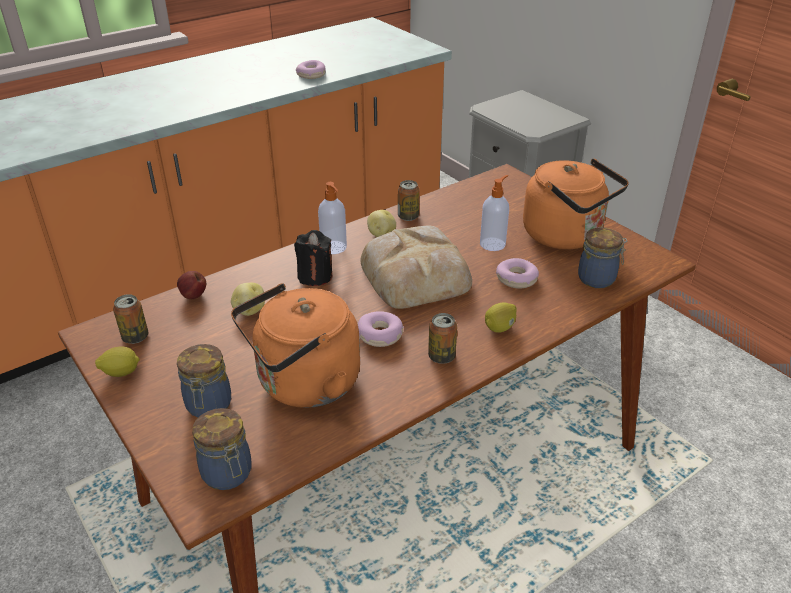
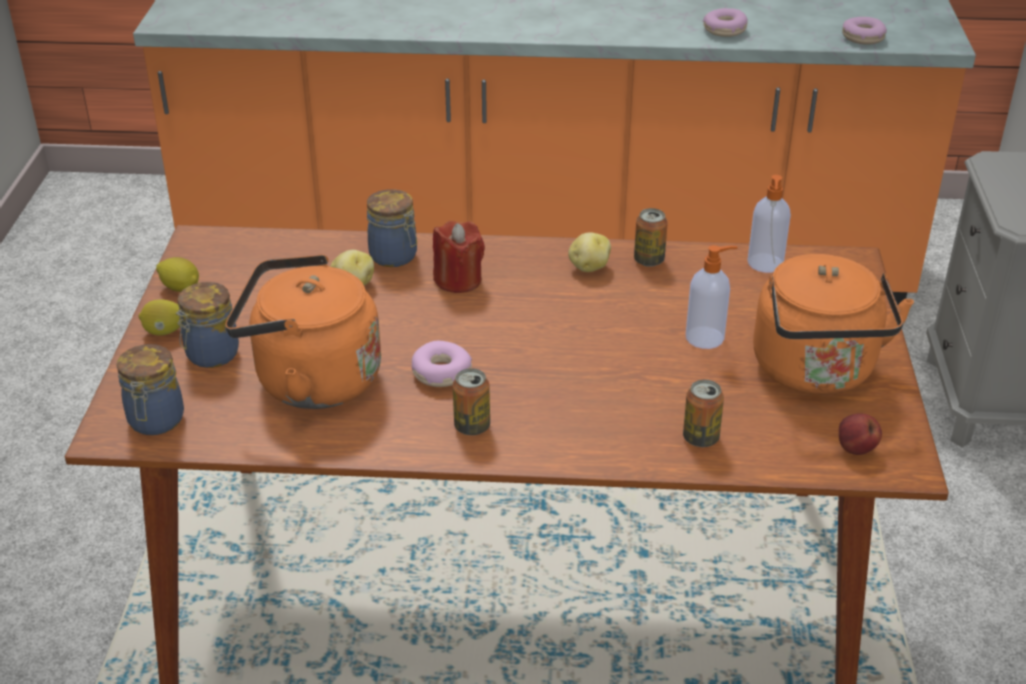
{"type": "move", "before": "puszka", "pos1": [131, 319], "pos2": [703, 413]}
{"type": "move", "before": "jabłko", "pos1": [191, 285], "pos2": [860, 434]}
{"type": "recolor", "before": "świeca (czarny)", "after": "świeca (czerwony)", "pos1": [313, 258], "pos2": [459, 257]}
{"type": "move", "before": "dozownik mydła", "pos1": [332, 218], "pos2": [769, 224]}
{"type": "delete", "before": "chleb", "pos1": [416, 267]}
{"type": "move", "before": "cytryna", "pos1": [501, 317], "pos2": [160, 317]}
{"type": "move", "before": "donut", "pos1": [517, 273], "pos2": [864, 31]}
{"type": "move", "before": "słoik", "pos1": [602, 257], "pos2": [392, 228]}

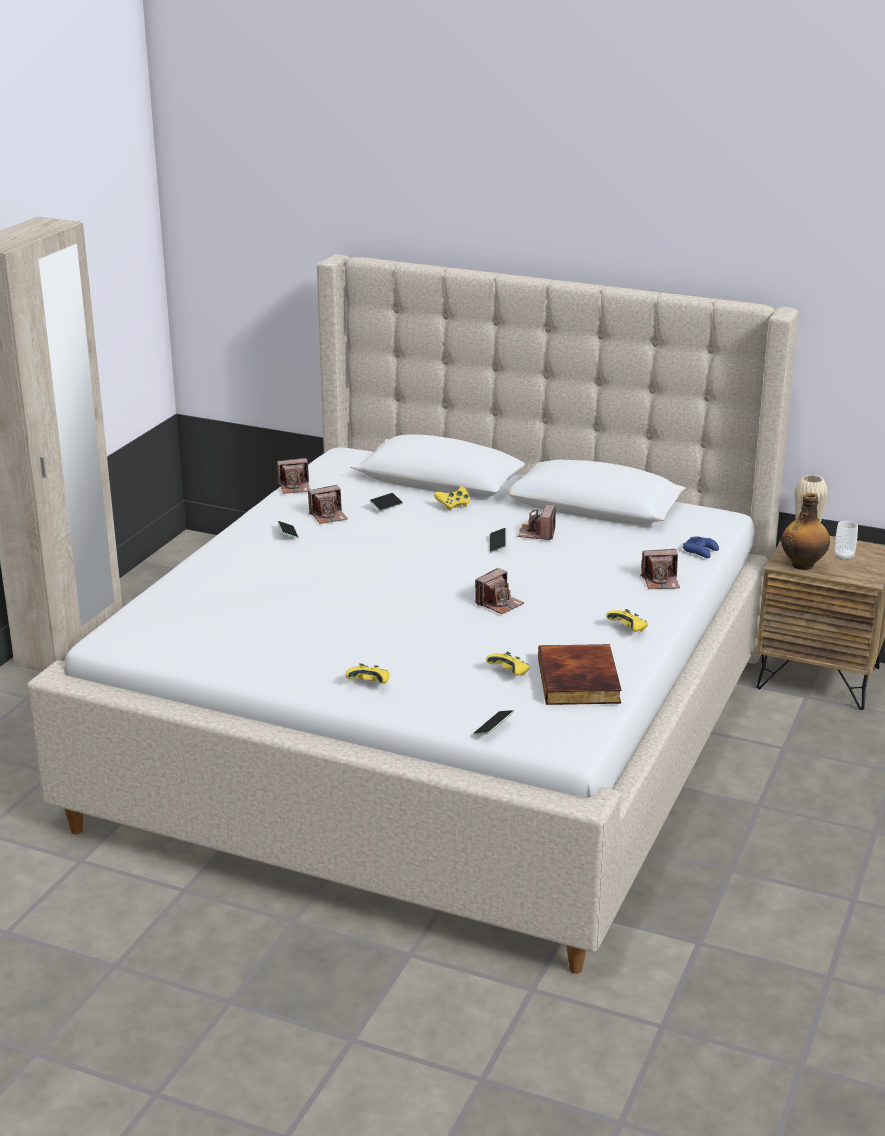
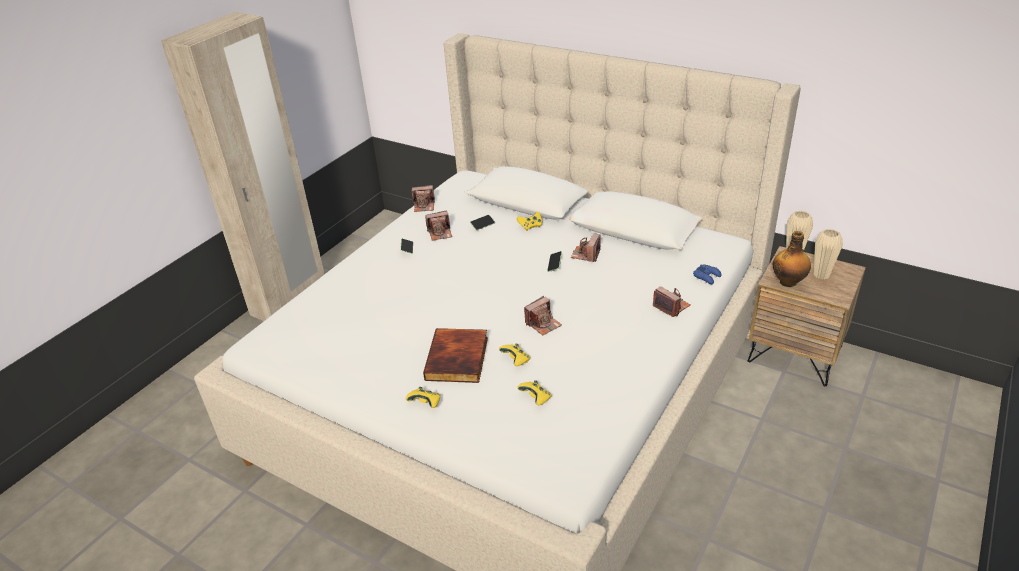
{"type": "delete", "before": "telefon", "pos1": [493, 722]}
{"type": "move", "before": "książka", "pos1": [580, 674], "pos2": [455, 355]}
{"type": "move", "before": "pad do gier (żółty)", "pos1": [627, 620], "pos2": [514, 355]}
{"type": "rotate", "before": "aparat fotograficzny", "pos1": [660, 569], "pos2": [671, 301], "turn": -135}
{"type": "replace", "before": "filiżanka", "after": "wazon (beżowy)", "pos1": [846, 540], "pos2": [828, 254]}

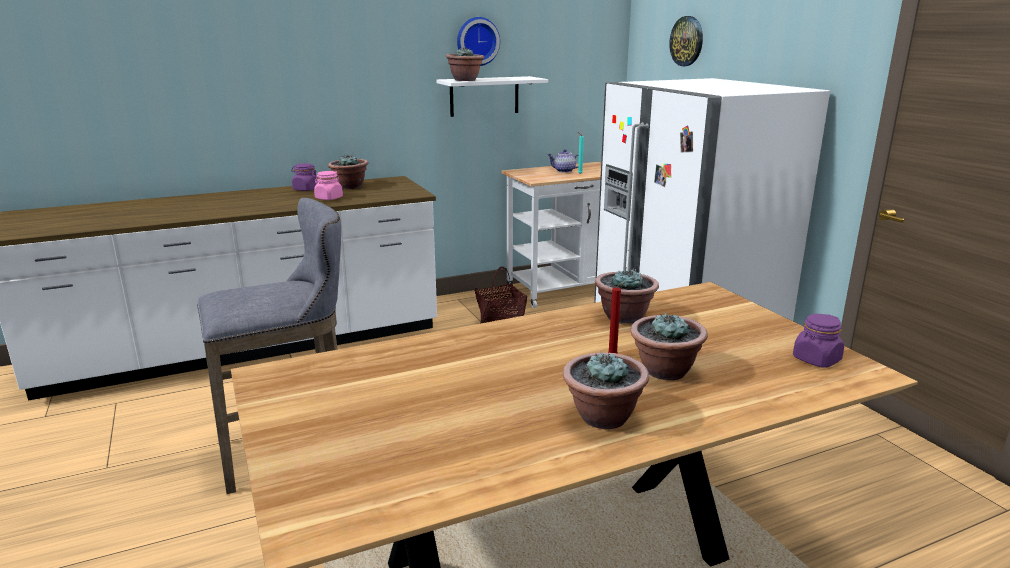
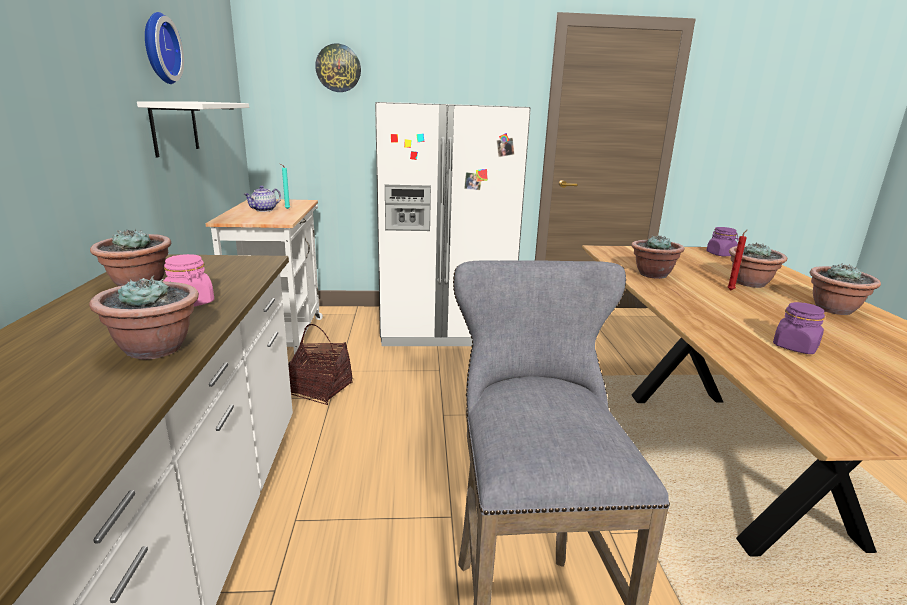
{"type": "move", "before": "słoik (fioletowy)", "pos1": [304, 177], "pos2": [799, 328]}
{"type": "move", "before": "roślina doniczkowa", "pos1": [465, 64], "pos2": [144, 317]}

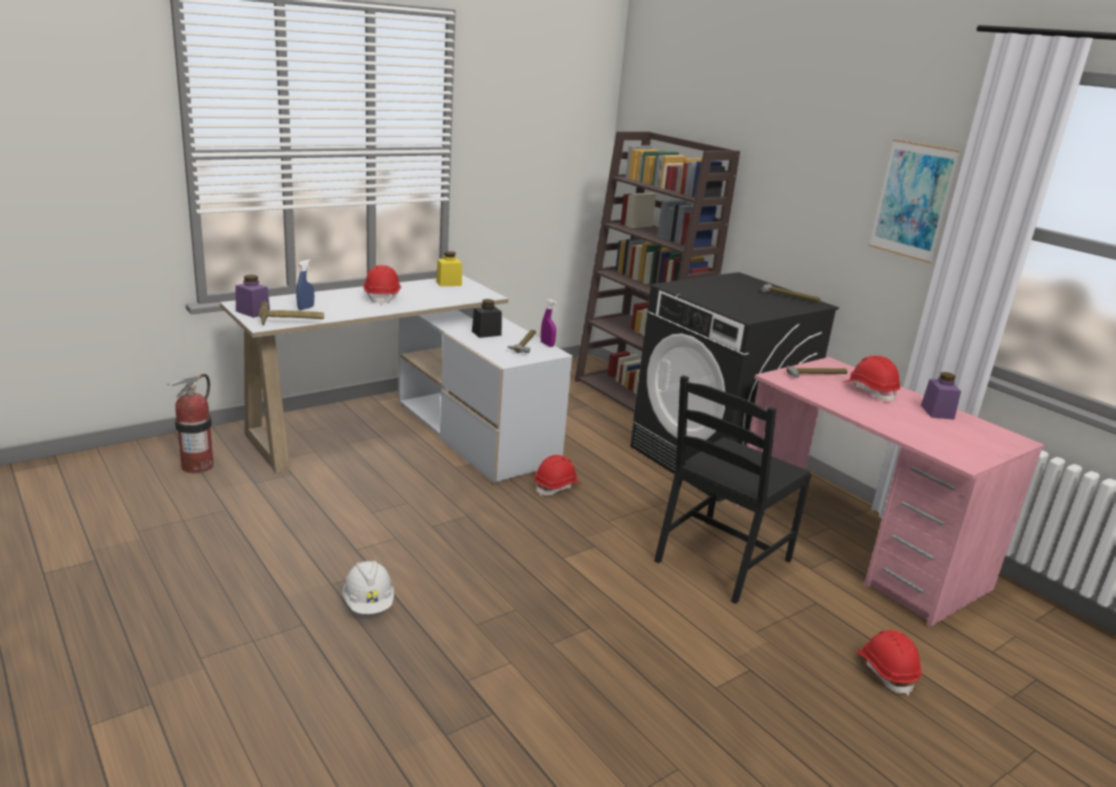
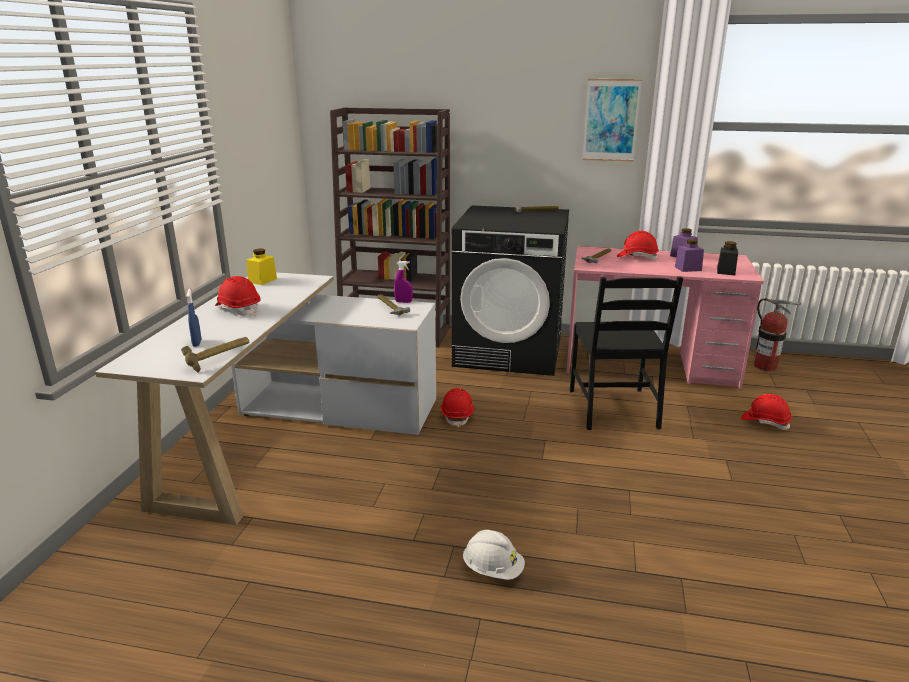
{"type": "move", "before": "gaśnica", "pos1": [190, 423], "pos2": [777, 335]}
{"type": "move", "before": "słoik (fioletowy)", "pos1": [252, 296], "pos2": [689, 255]}
{"type": "move", "before": "słoik (czarny)", "pos1": [487, 318], "pos2": [727, 258]}

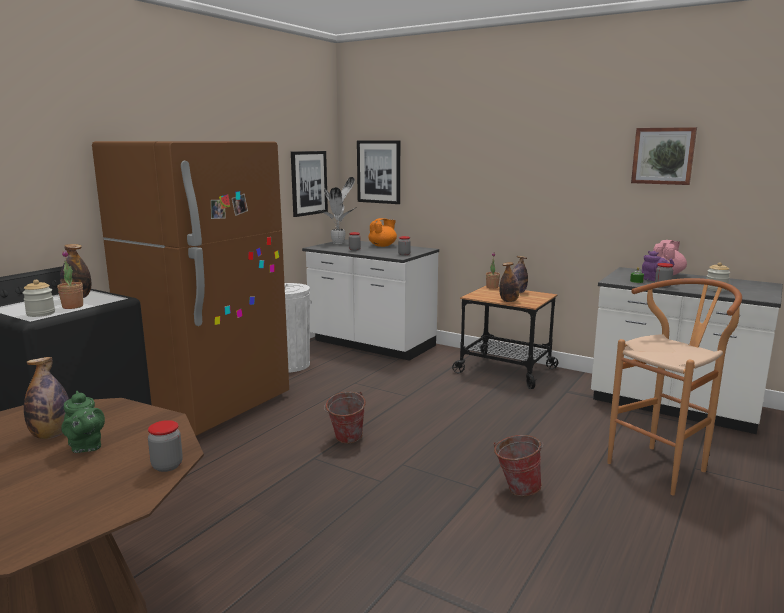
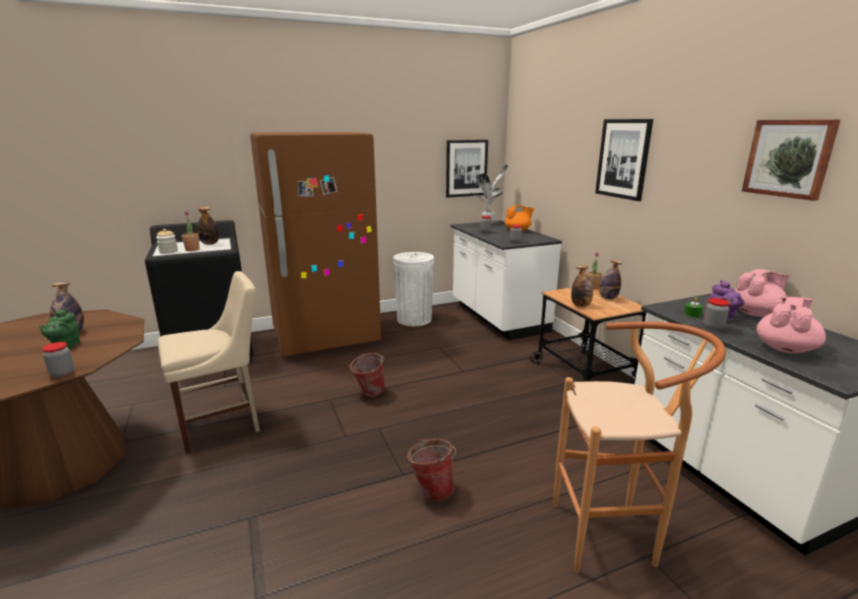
{"type": "move", "before": "obraz", "pos1": [378, 172], "pos2": [624, 160]}
{"type": "replace", "before": "słoik", "after": "imbryk (różowy)", "pos1": [718, 277], "pos2": [791, 325]}
{"type": "insert", "after": "krzesło (beżowy)", "pos2": [208, 362]}

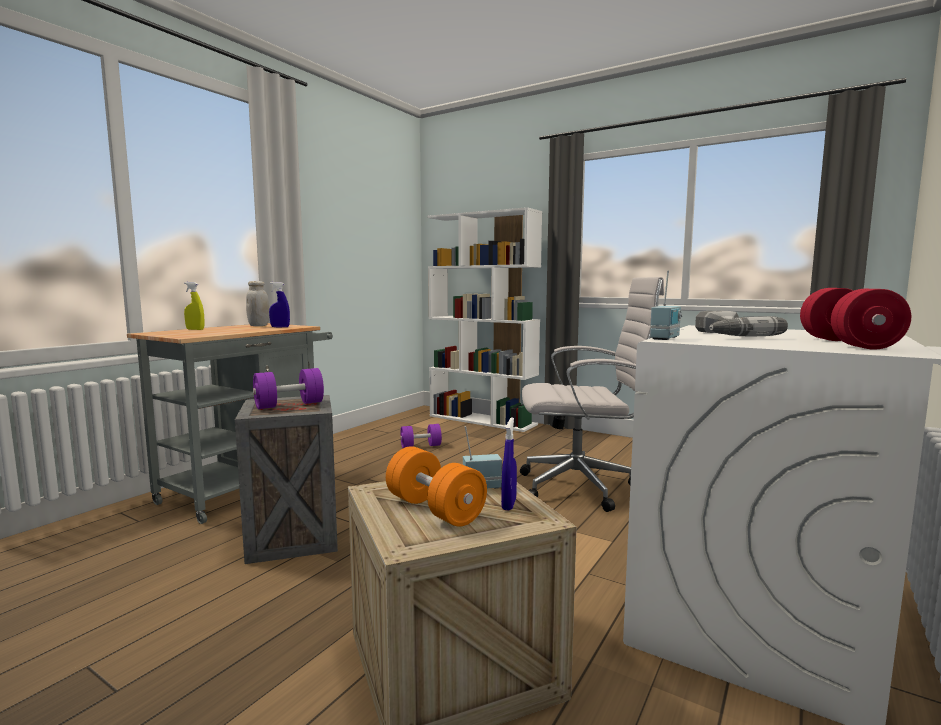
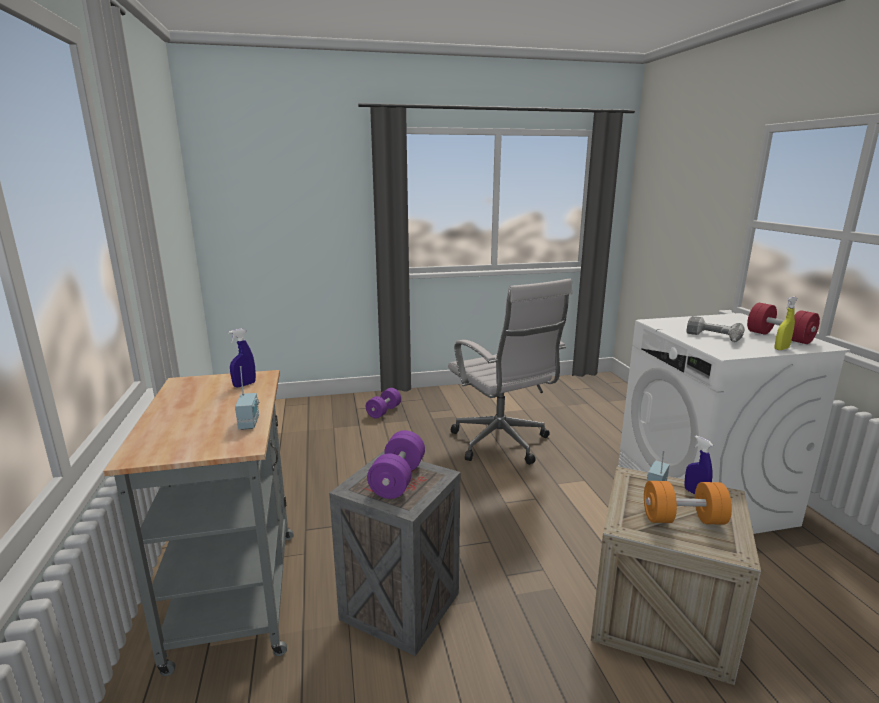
{"type": "move", "before": "spryskiwacz (żółty)", "pos1": [194, 306], "pos2": [786, 323]}
{"type": "delete", "before": "słoik (biały)", "pos1": [258, 303]}
{"type": "move", "before": "hantel (fioletowy)", "pos1": [421, 436], "pos2": [383, 403]}
{"type": "delete", "before": "regał (biały)", "pos1": [484, 319]}
{"type": "rotate", "before": "krzesło biurowe (biały)", "pos1": [592, 394], "pos2": [510, 372], "turn": 105}
{"type": "move", "before": "radio", "pos1": [666, 305], "pos2": [247, 398]}

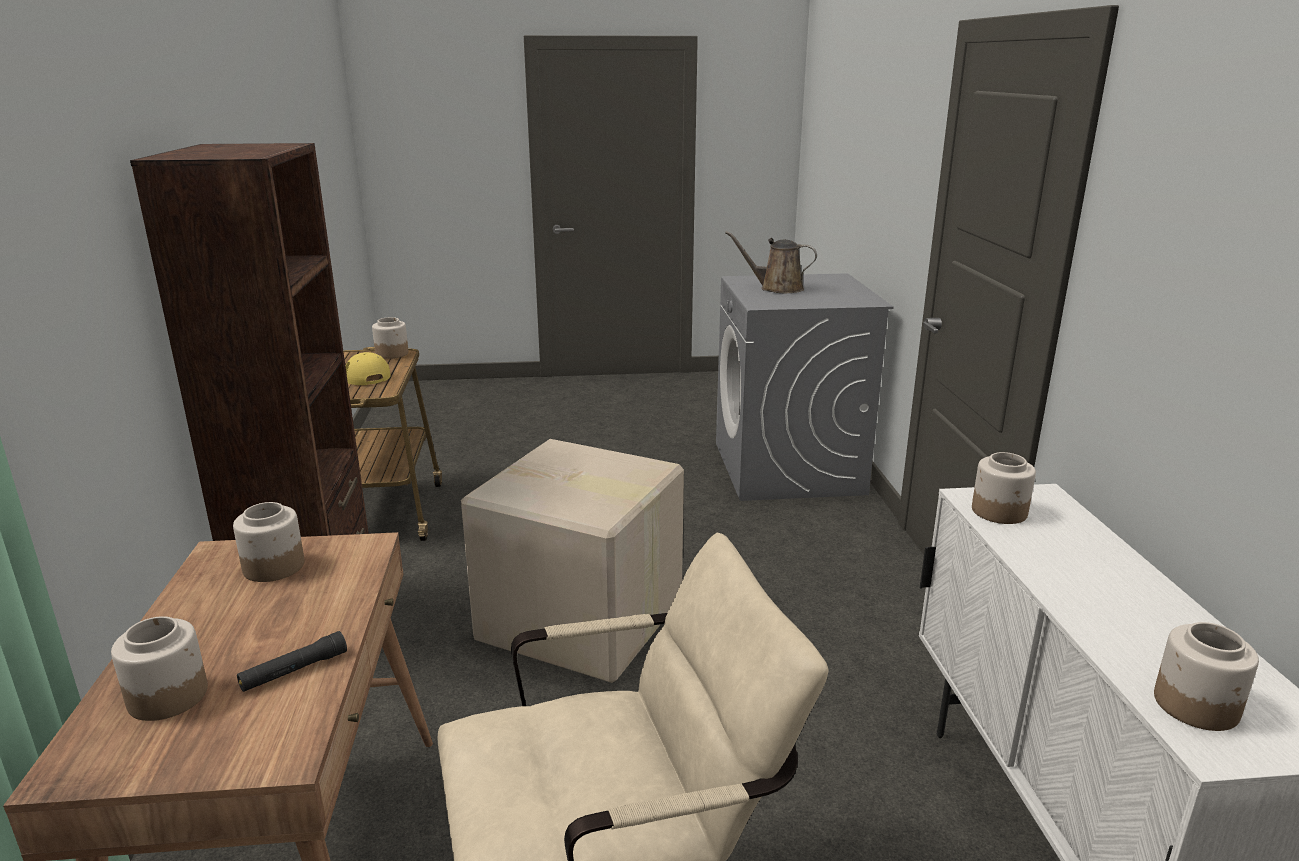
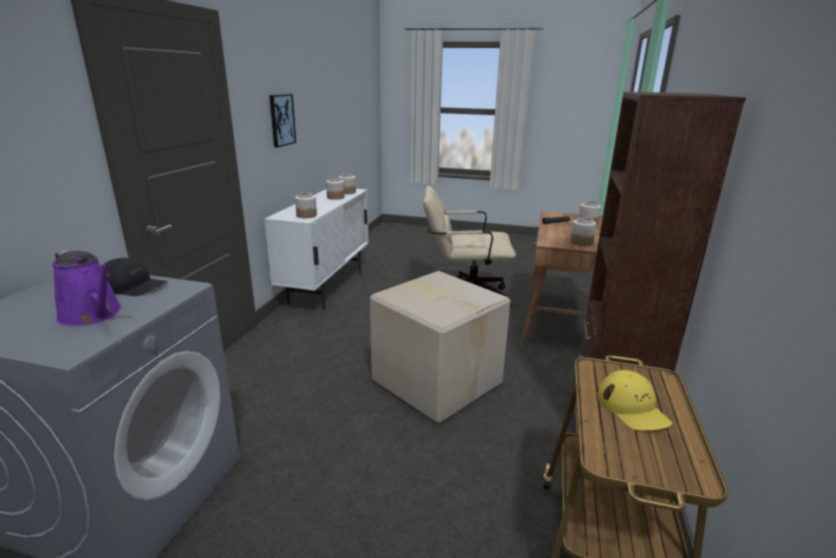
{"type": "move", "before": "słoik", "pos1": [390, 338], "pos2": [335, 188]}
{"type": "recolor", "before": "konewka (brązowy)", "after": "konewka (fioletowy)", "pos1": [771, 262], "pos2": [86, 288]}
{"type": "insert", "after": "czapka z daszkiem (czarny)", "pos2": [134, 277]}
{"type": "insert", "after": "obraz", "pos2": [282, 120]}

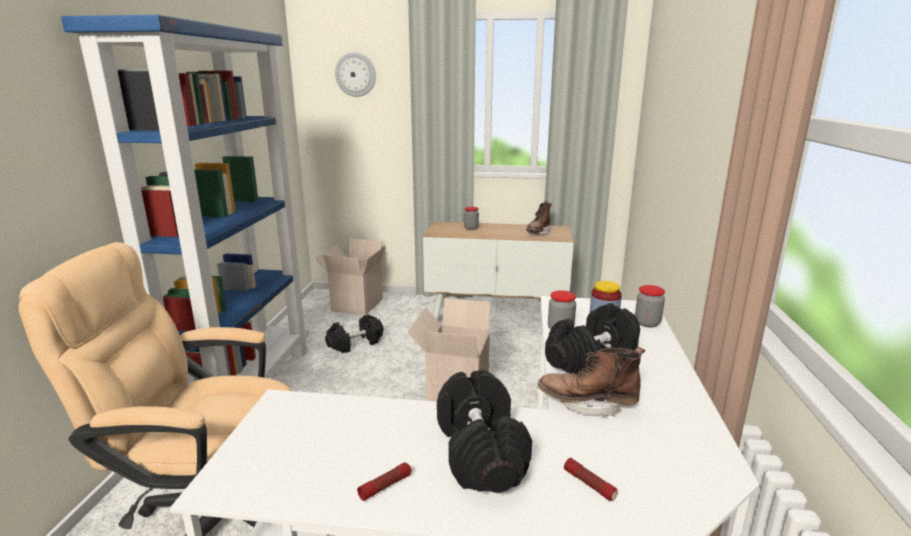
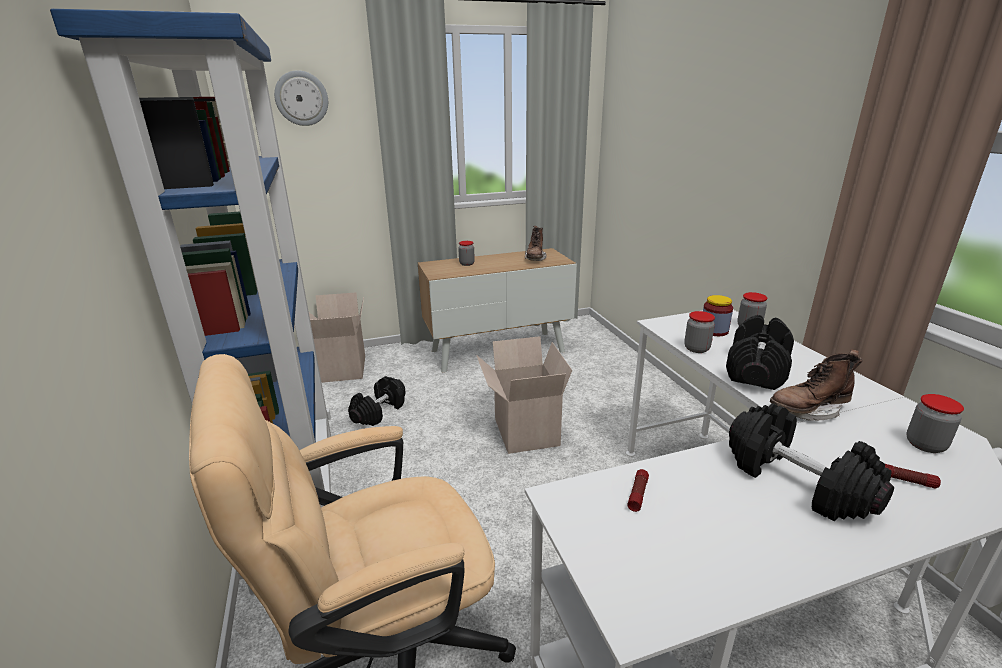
{"type": "move", "before": "latarka", "pos1": [384, 481], "pos2": [638, 490]}
{"type": "insert", "after": "słoik", "pos2": [935, 423]}

